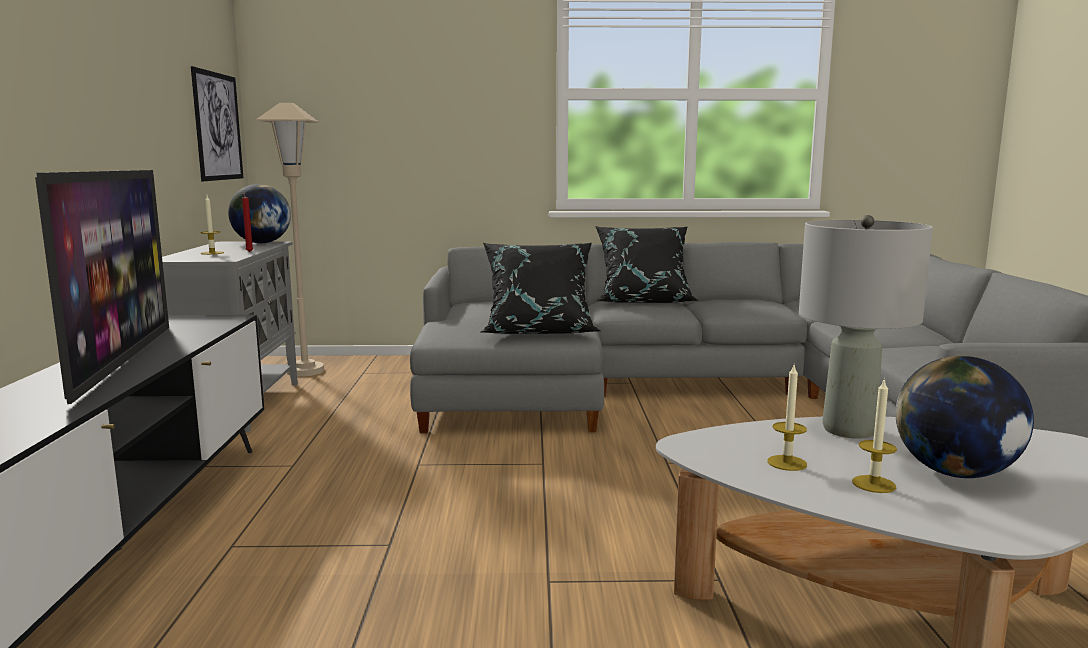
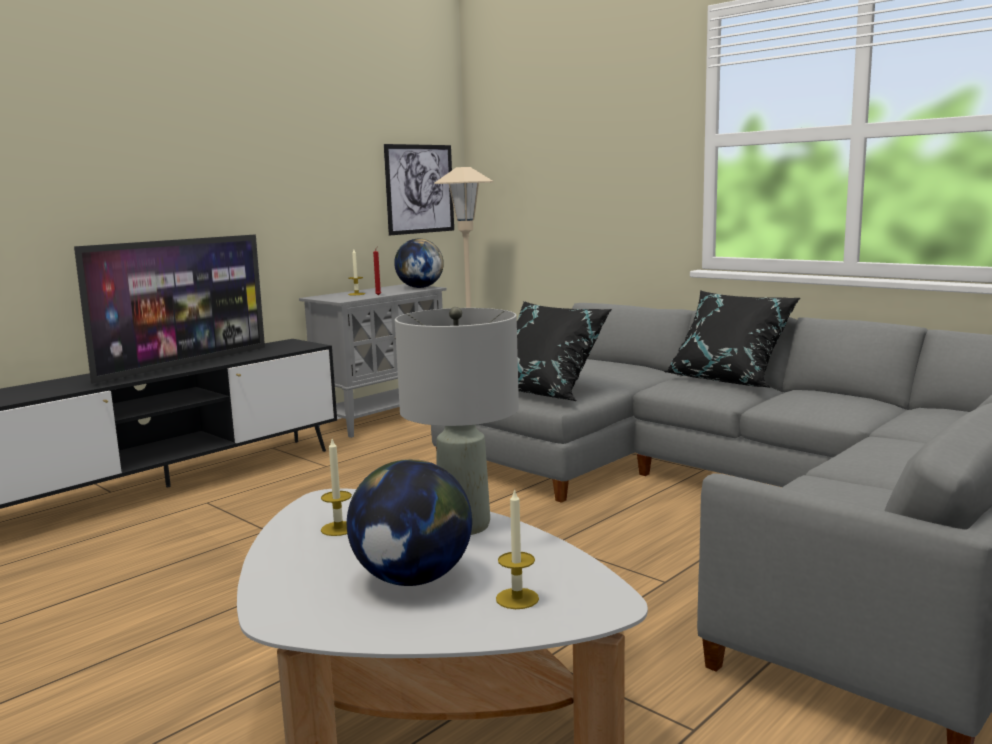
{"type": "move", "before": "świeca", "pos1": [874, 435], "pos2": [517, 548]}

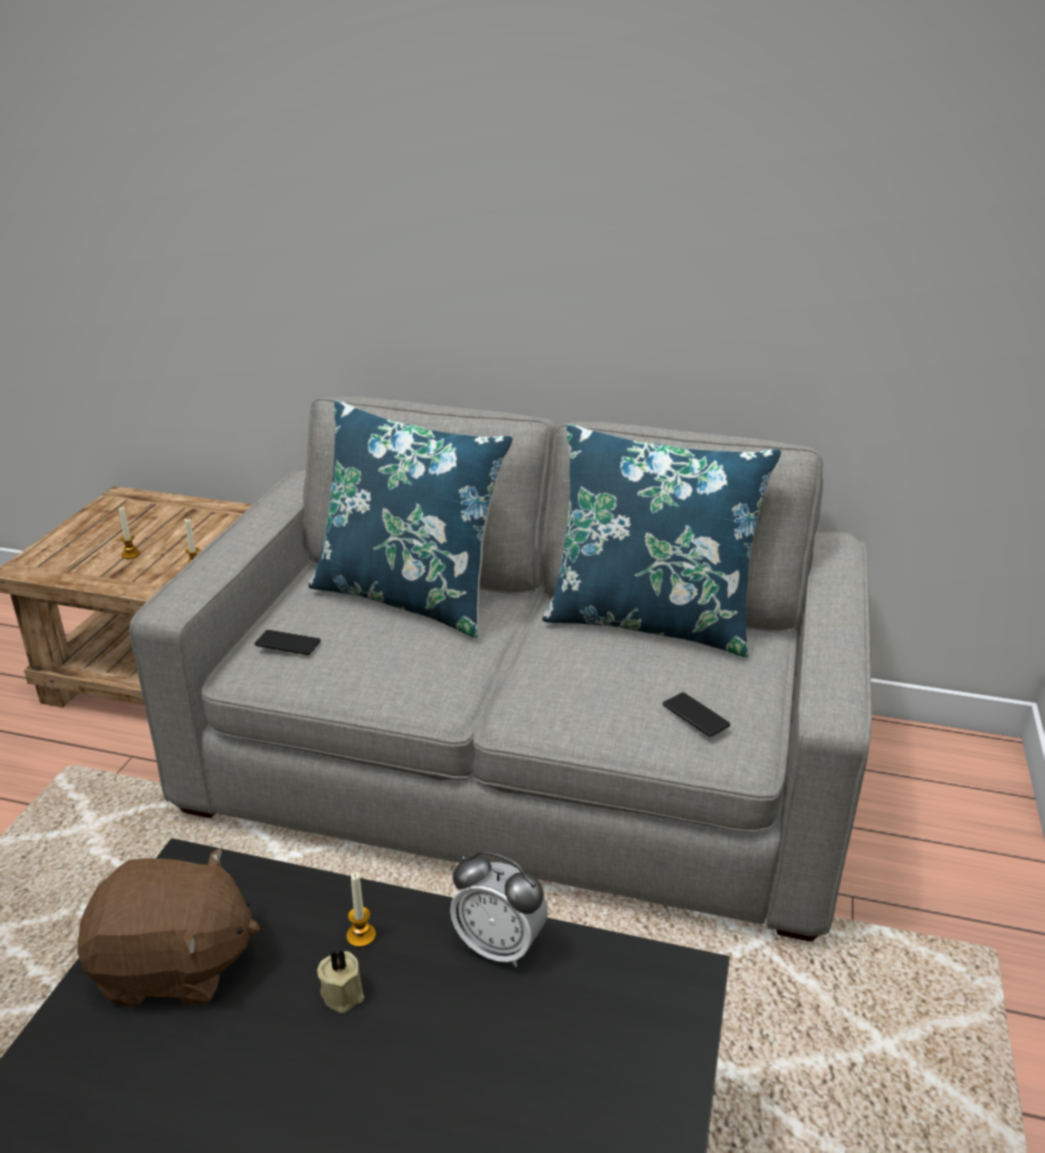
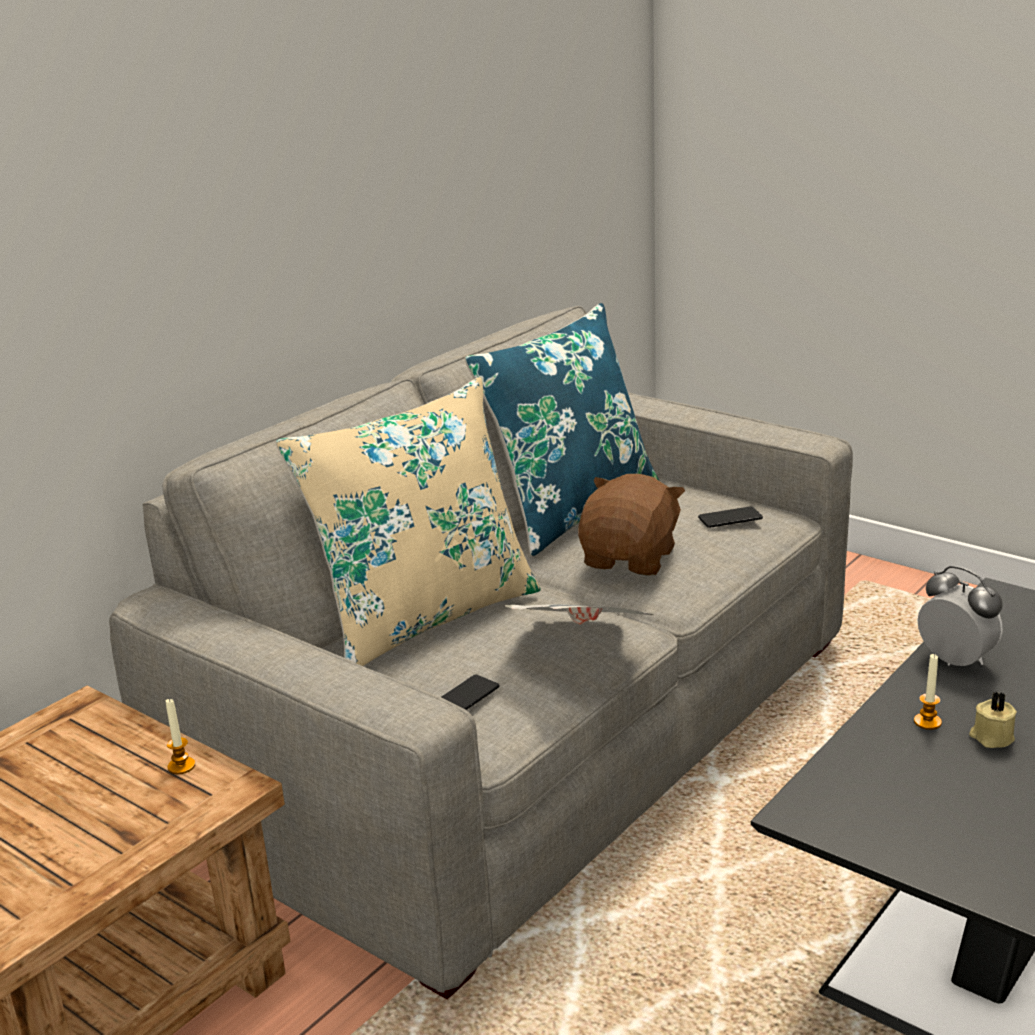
{"type": "move", "before": "pluszak (brązowy)", "pos1": [168, 927], "pos2": [631, 525]}
{"type": "delete", "before": "świeca", "pos1": [129, 533]}
{"type": "recolor", "before": "poduszka (niebieski)", "after": "poduszka (beżowy)", "pos1": [410, 519], "pos2": [408, 521]}
{"type": "rotate", "before": "budzik", "pos1": [499, 909], "pos2": [960, 616], "turn": -90}
{"type": "insert", "after": "gazeta", "pos2": [578, 614]}

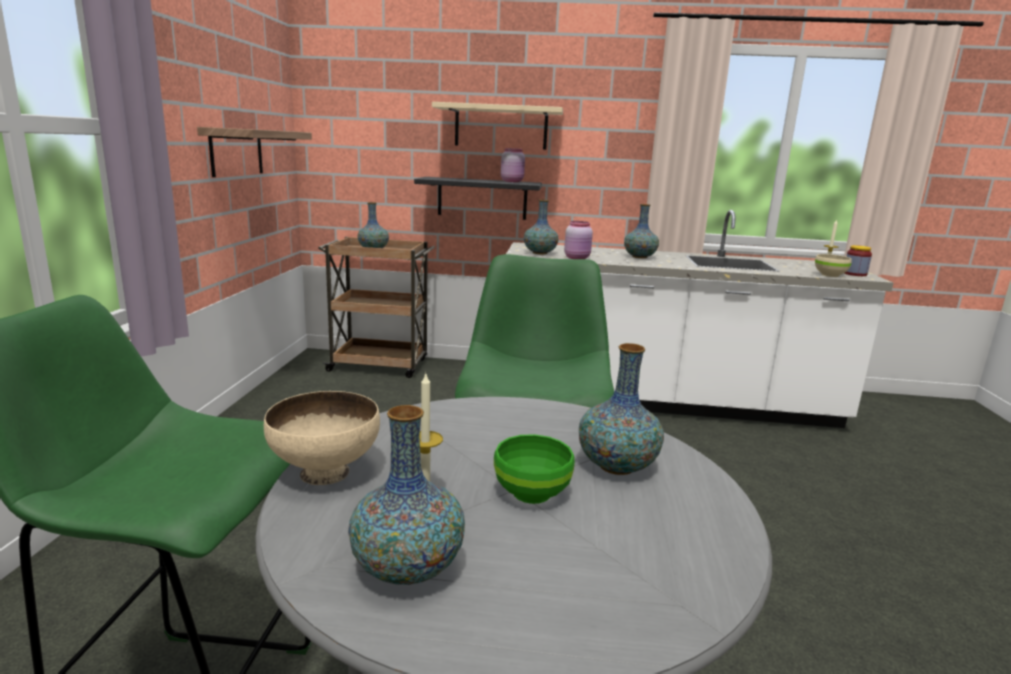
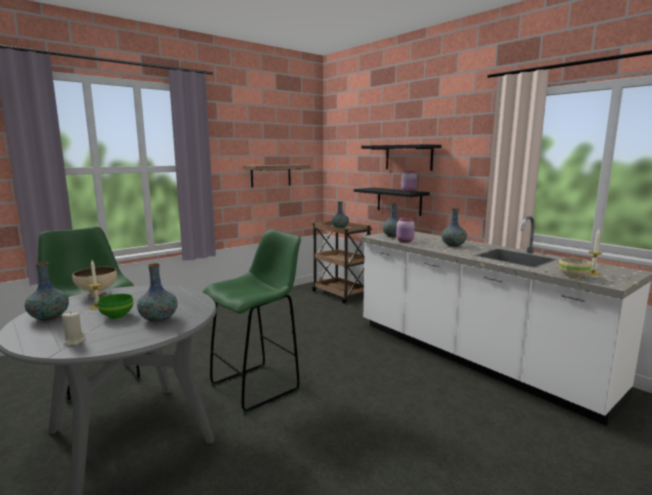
{"type": "recolor", "before": "półka (beżowy)", "after": "półka (czarny)", "pos1": [497, 126], "pos2": [401, 157]}
{"type": "delete", "before": "słoik", "pos1": [858, 260]}
{"type": "insert", "after": "świeca (beżowy)", "pos2": [74, 328]}

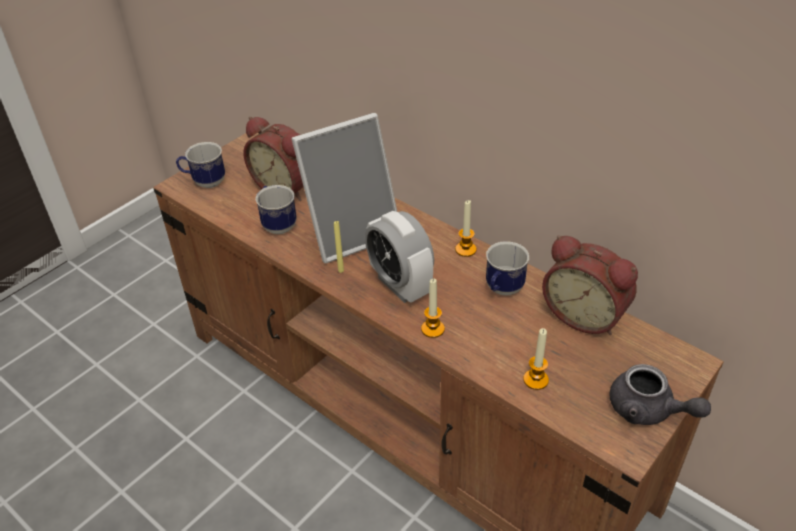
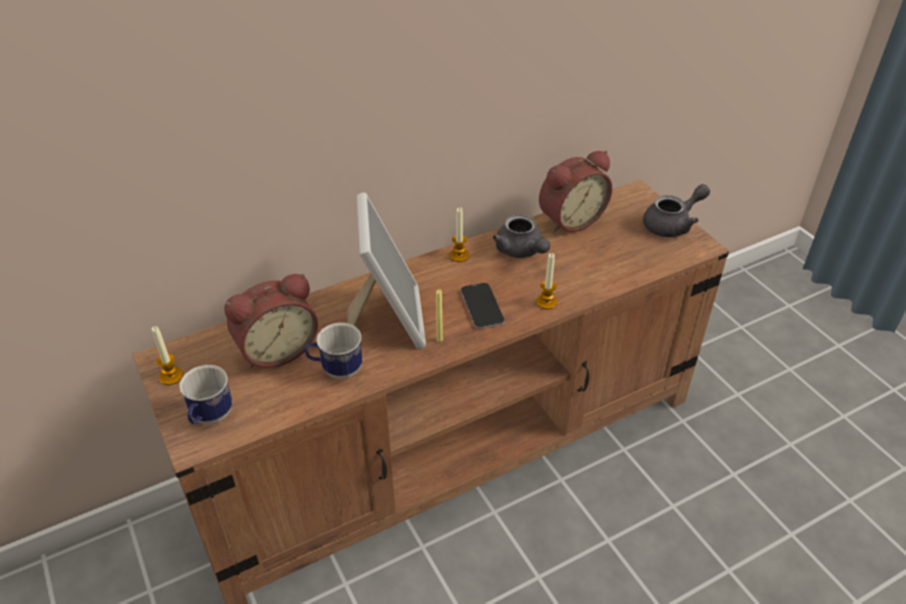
{"type": "replace", "before": "budzik", "after": "telefon", "pos1": [399, 257], "pos2": [483, 305]}
{"type": "replace", "before": "kubek", "after": "imbryk (szary)", "pos1": [507, 268], "pos2": [521, 236]}
{"type": "move", "before": "świeca", "pos1": [536, 359], "pos2": [167, 355]}

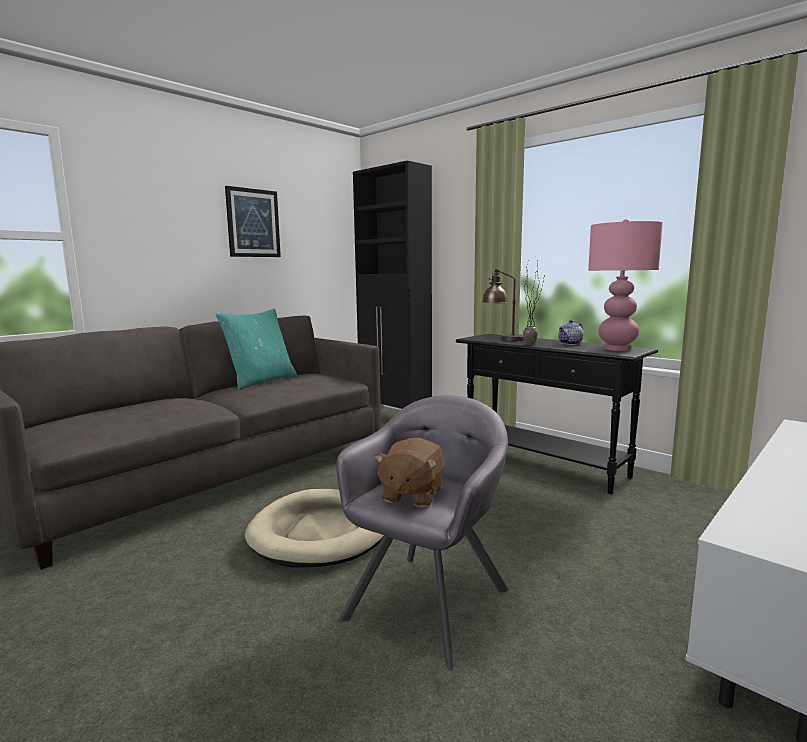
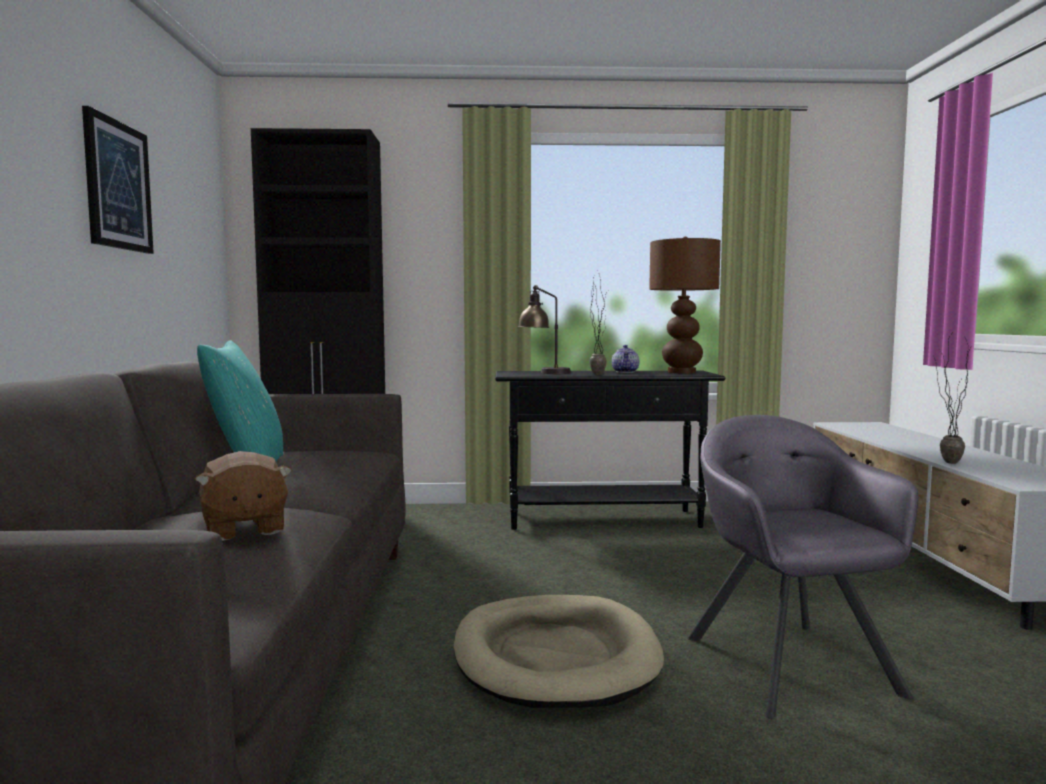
{"type": "move", "before": "pluszak (brązowy)", "pos1": [409, 472], "pos2": [243, 496]}
{"type": "recolor", "before": "lampa stołowa (różowy)", "after": "lampa stołowa (brązowy)", "pos1": [625, 285], "pos2": [685, 305]}
{"type": "insert", "after": "roślina doniczkowa", "pos2": [952, 397]}

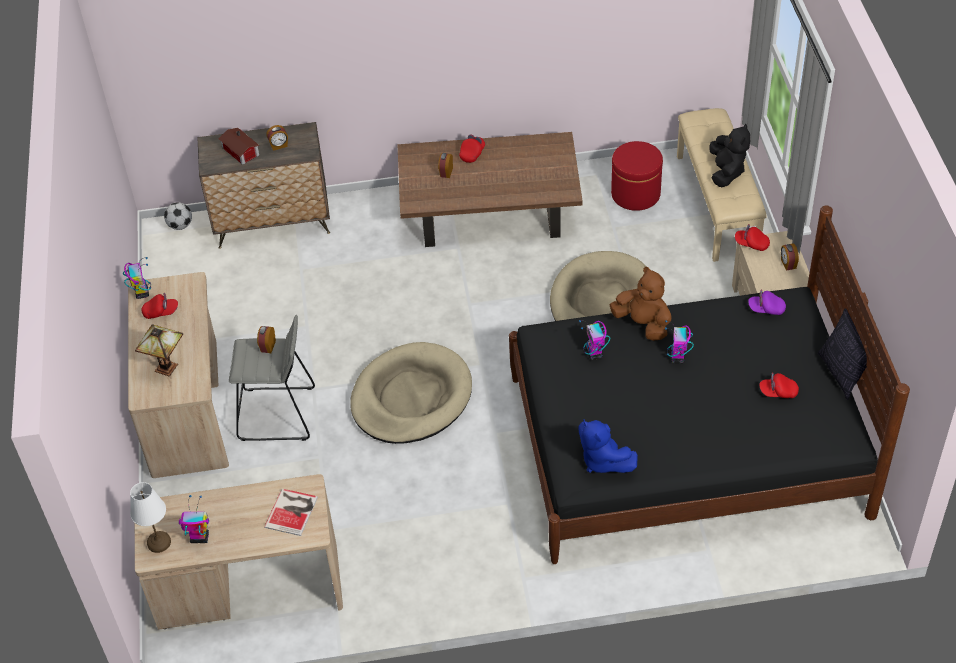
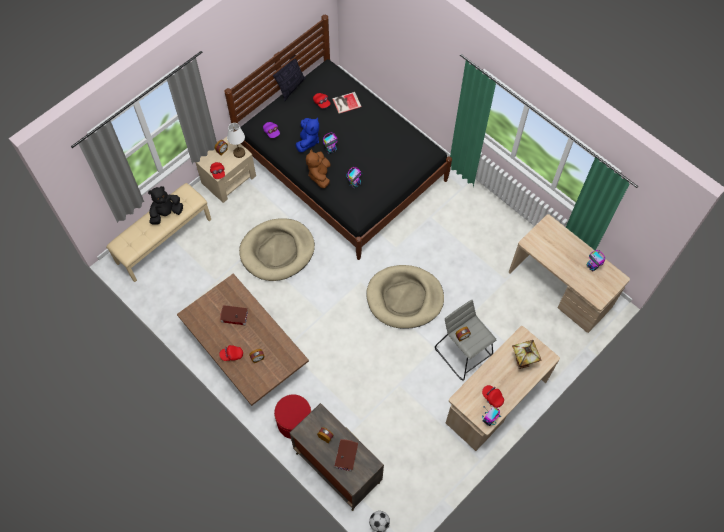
{"type": "move", "before": "lampa stołowa (biały)", "pos1": [150, 517], "pos2": [236, 140]}
{"type": "move", "before": "książka", "pos1": [291, 512], "pos2": [347, 103]}
{"type": "move", "before": "pluszak (niebieski)", "pos1": [608, 446], "pos2": [307, 134]}
{"type": "move", "before": "pufa (czerwony)", "pos1": [637, 176], "pos2": [292, 416]}
{"type": "insert", "after": "domek", "pos2": [234, 315]}

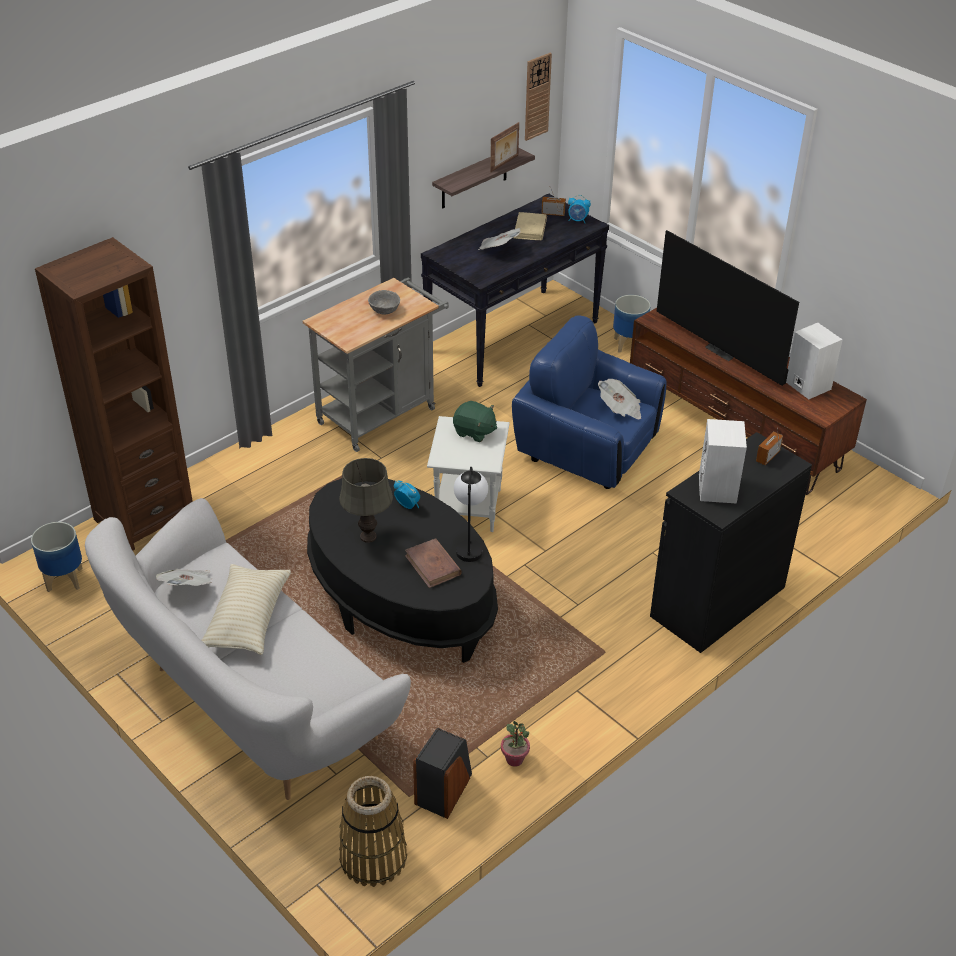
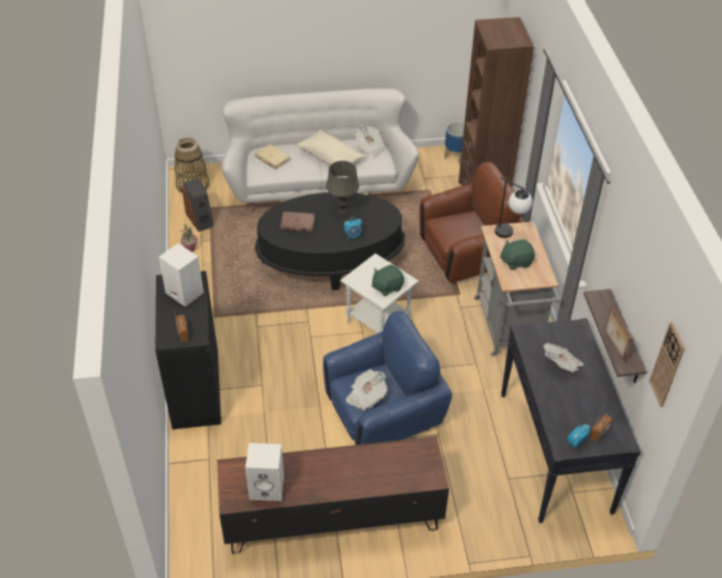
{"type": "replace", "before": "miska (szary)", "after": "pluszak (zielony)", "pos1": [384, 302], "pos2": [517, 255]}
{"type": "move", "before": "lampa stołowa", "pos1": [471, 514], "pos2": [514, 207]}
{"type": "move", "before": "książka (beżowy)", "pos1": [530, 226], "pos2": [272, 157]}
{"type": "delete", "before": "donica", "pos1": [632, 324]}
{"type": "delete", "before": "telewizor", "pos1": [728, 308]}
{"type": "insert", "after": "fotel (brązowy)", "pos2": [472, 222]}

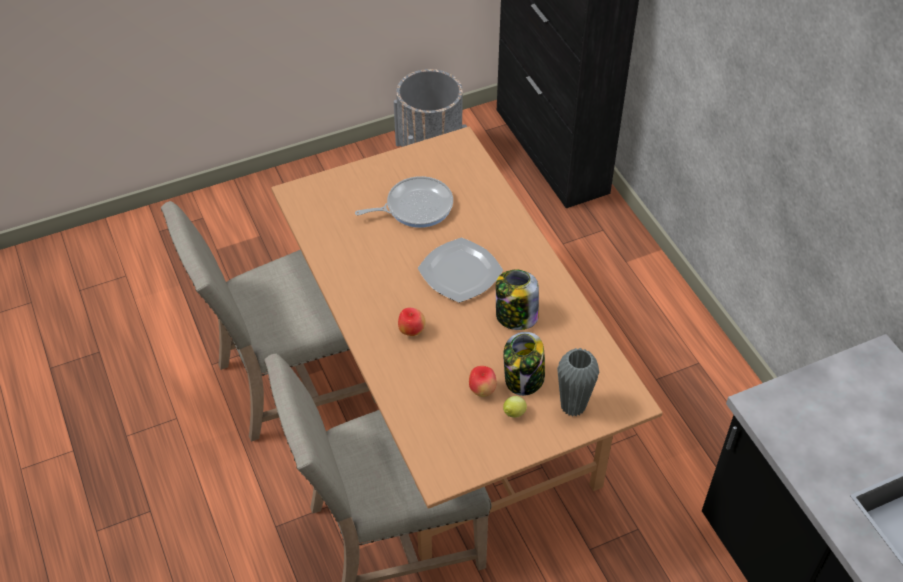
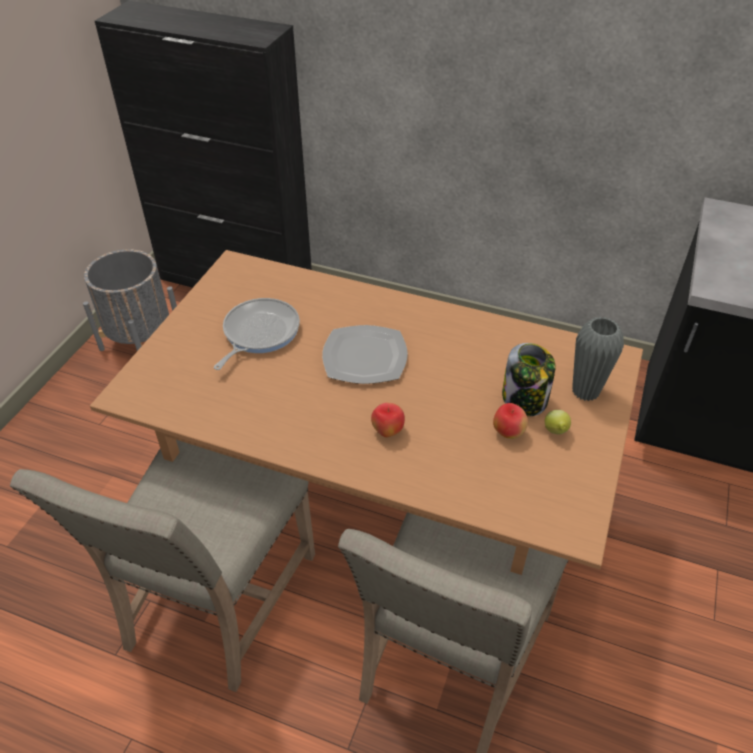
{"type": "delete", "before": "słoik", "pos1": [517, 299]}

